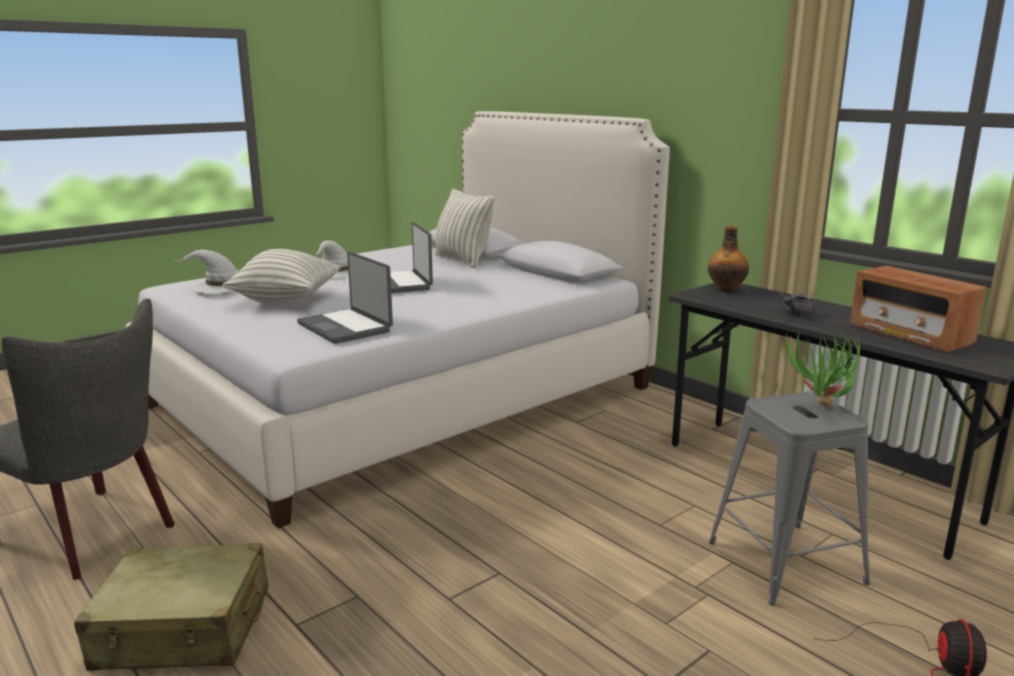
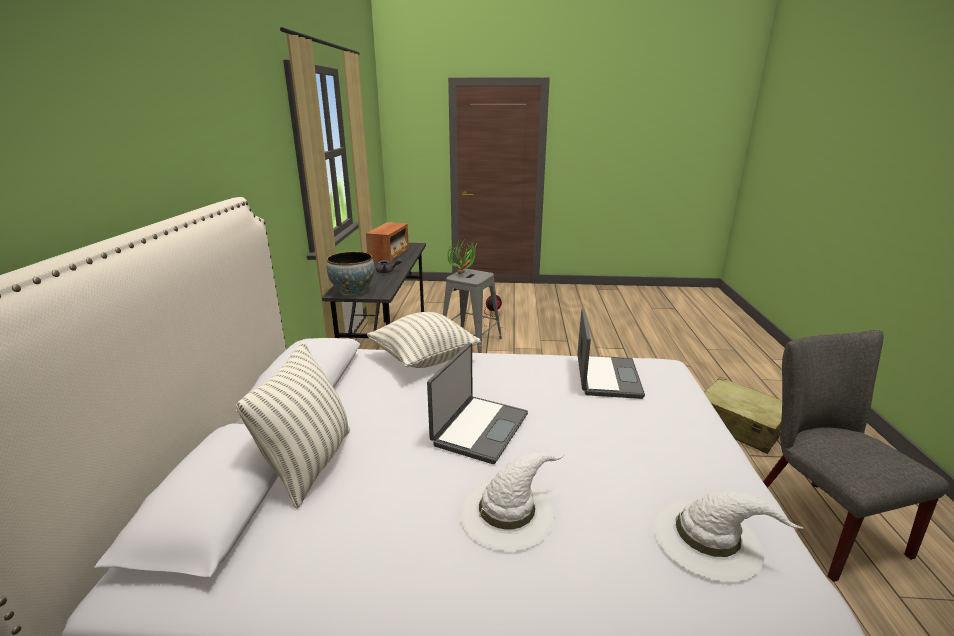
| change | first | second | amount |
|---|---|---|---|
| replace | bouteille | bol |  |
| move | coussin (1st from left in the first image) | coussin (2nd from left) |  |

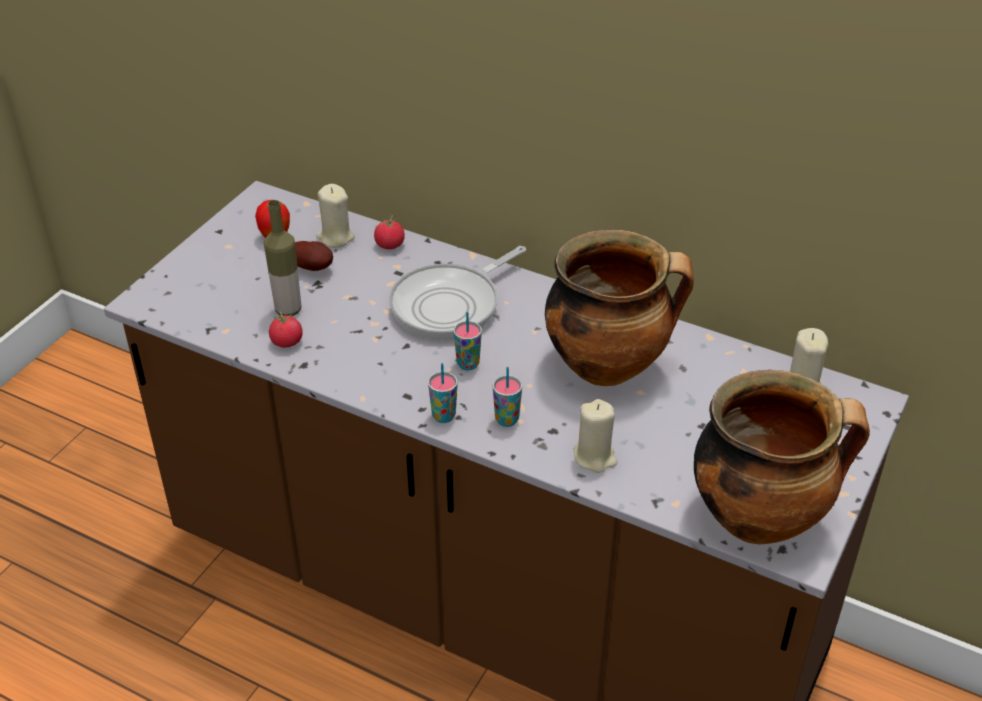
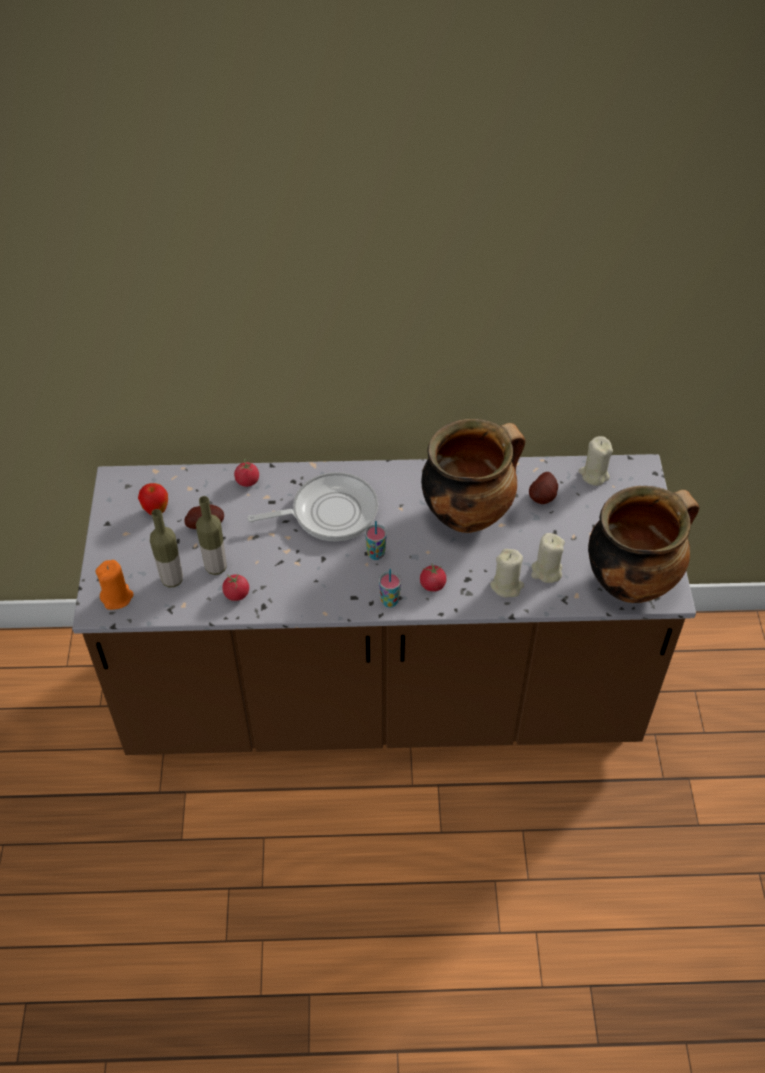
| change | first | second | amount |
|---|---|---|---|
| move | bougie/beige (1st from left in the first image) | bougie/beige (2nd from left) |  |
| rotate | poêle |  | 120 degrees counterclockwise |
| replace | tasse (3rd from left) | tomate (3rd from left) |  |
| insert |  | pomme de terre (2nd from left) |  |
| insert |  | bouteille (1st from left) |  |
| insert |  | bougie/orange |  |

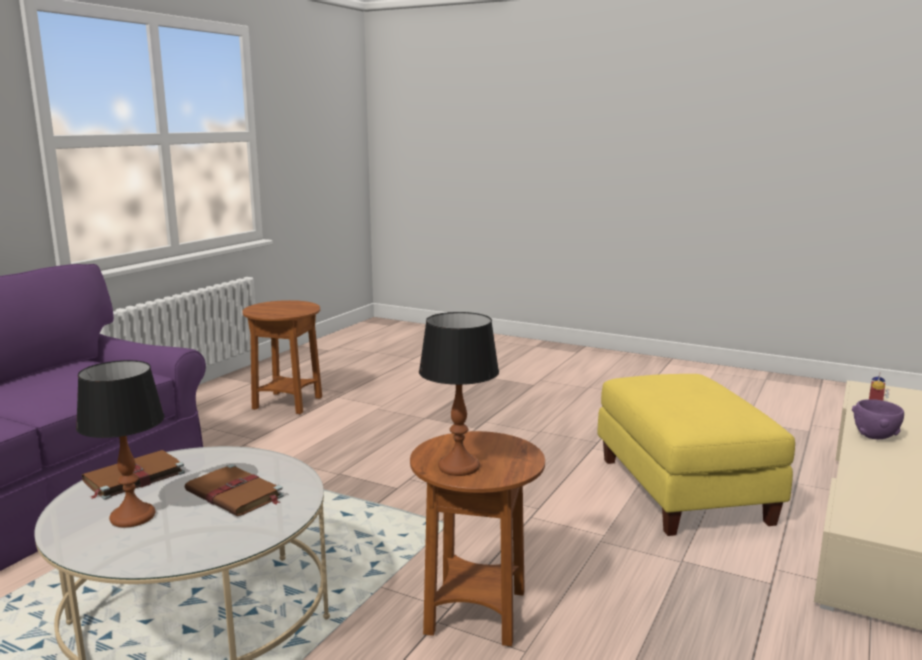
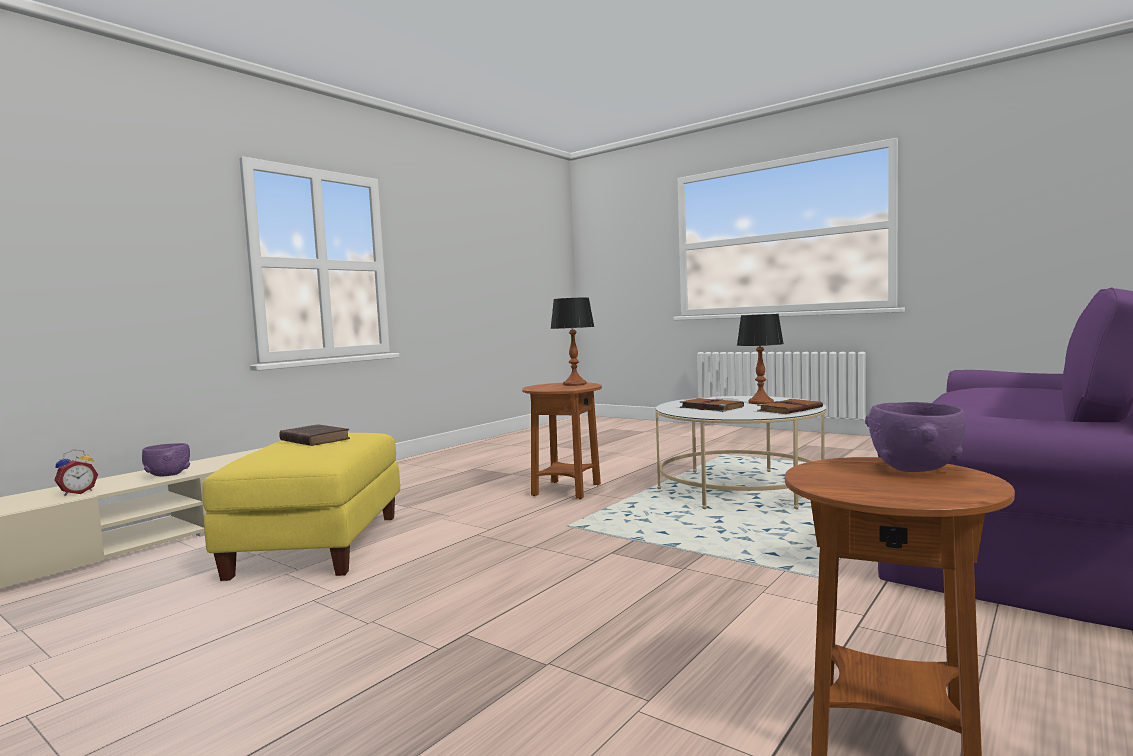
| change | first | second | amount |
|---|---|---|---|
| insert |  | bol/violet (2nd from left) |  |
| insert |  | livre/marron (1st from left) |  |

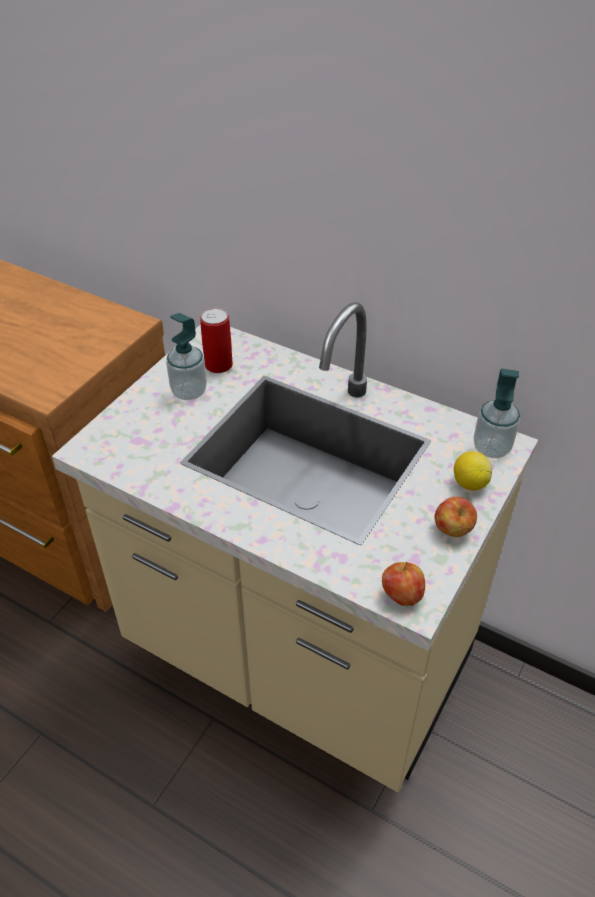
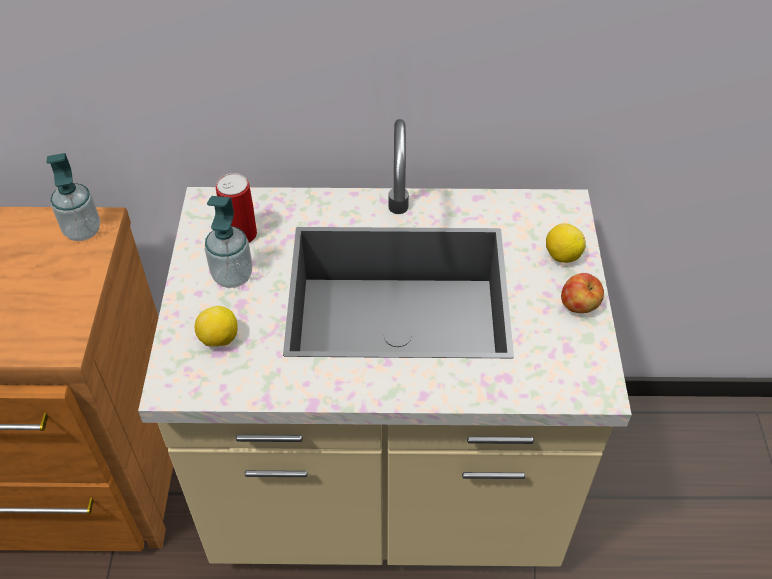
| change | first | second | amount |
|---|---|---|---|
| move | distributeur de savon (2nd from left in the first image) | distributeur de savon (1st from left) |  |
| delete | pomme (1st from left) |  |  |
| insert |  | citron (1st from left) |  |

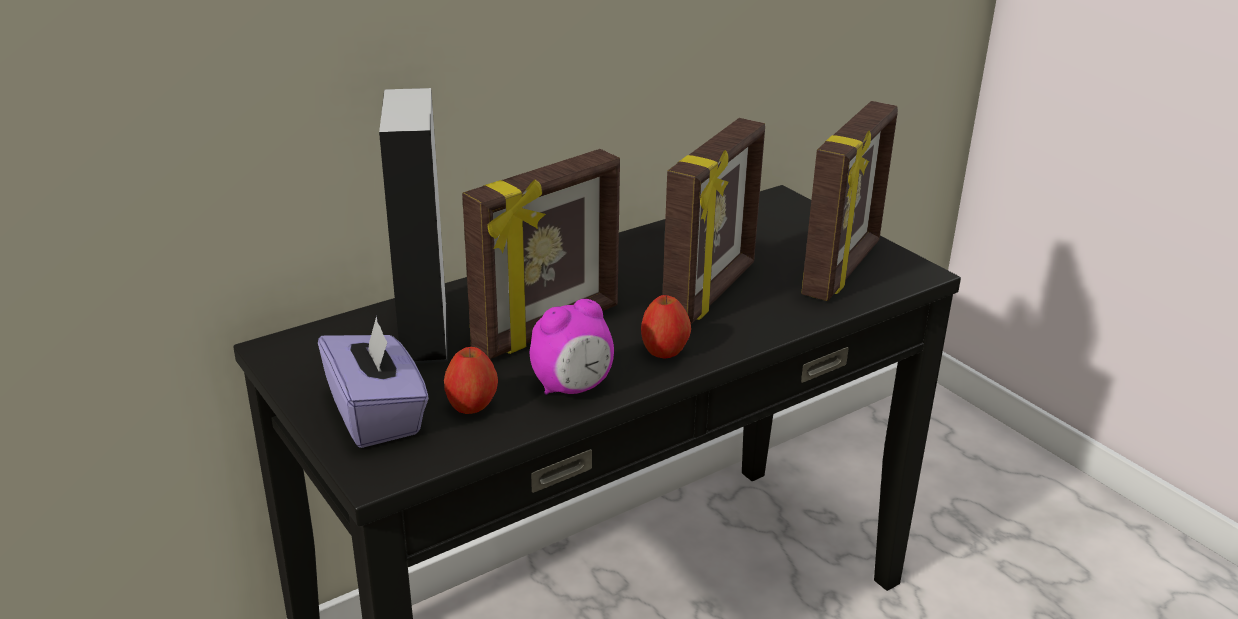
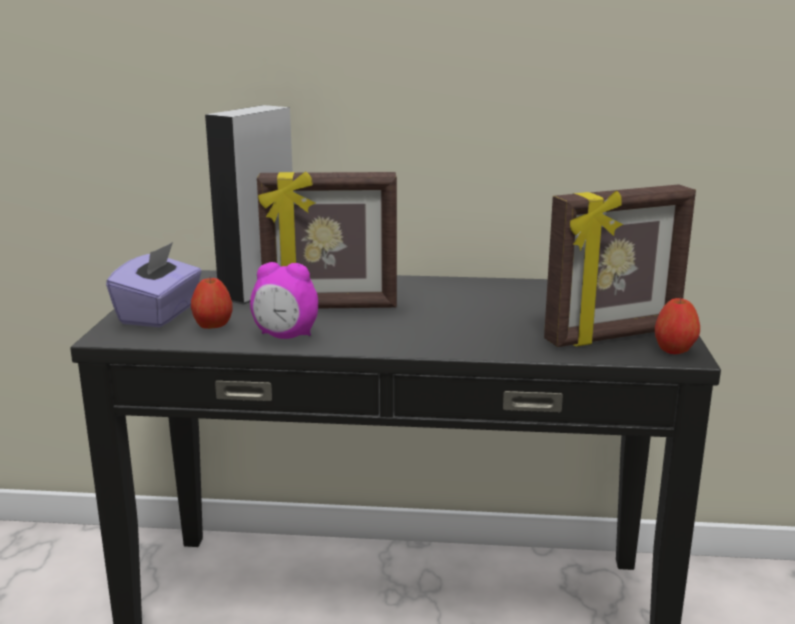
| change | first | second | amount |
|---|---|---|---|
| delete | cadre photo (2nd from left) |  |  |
| move | pomme (2nd from left) |  |  |

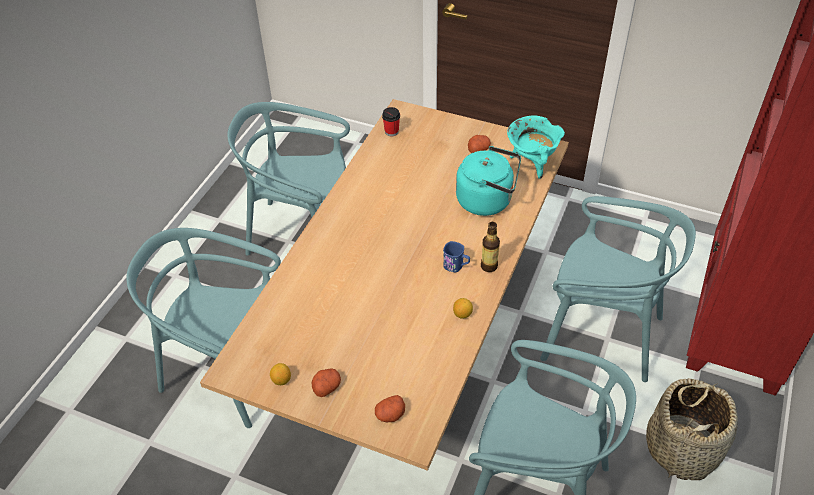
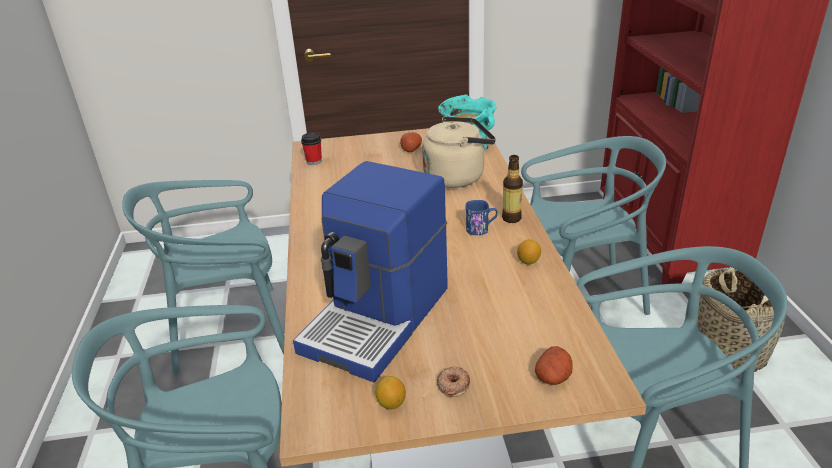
| change | first | second | amount |
|---|---|---|---|
| recolor | bouilloire/turquoise | bouilloire/beige |  |
| replace | pomme de terre (1st from left) | beignet |  |
| insert |  | machine à café |  |

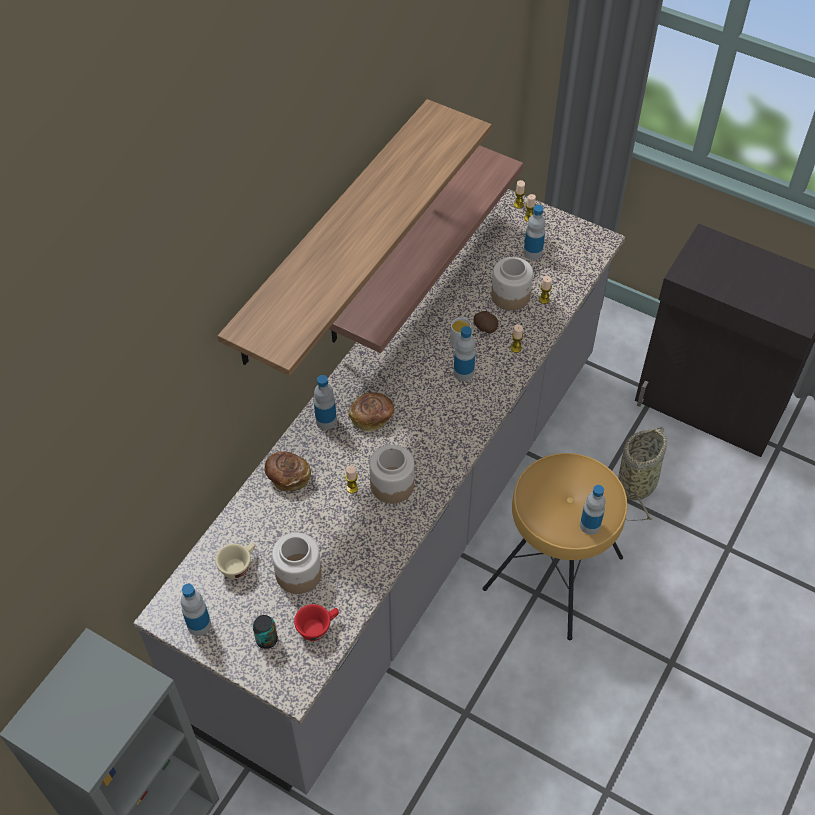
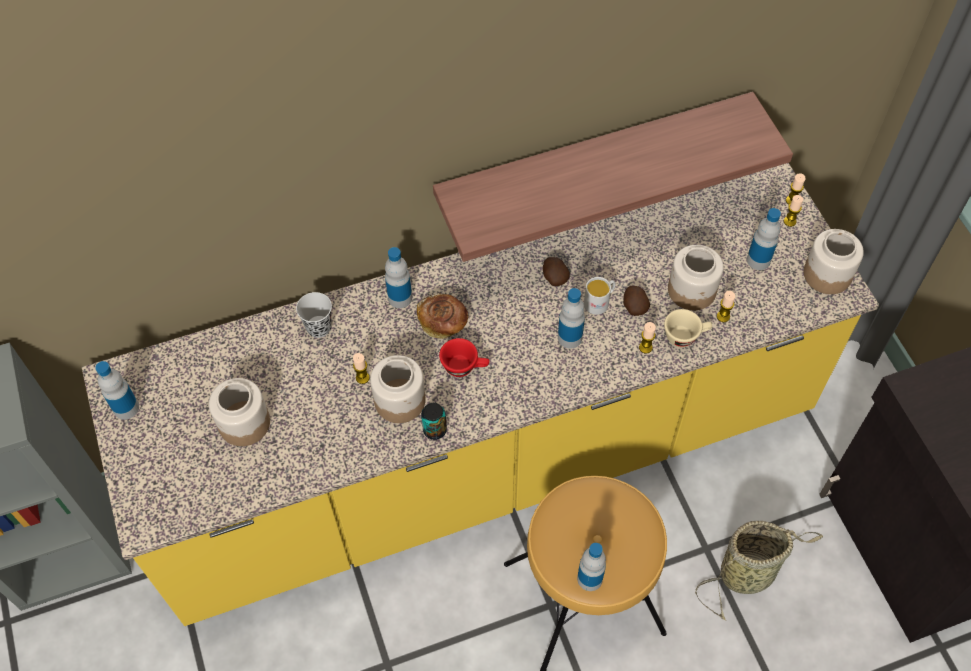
| change | first | second | amount |
|---|---|---|---|
| delete | étagère (1st from left) |  |  |
| recolor | comptoir de cuisine/gris | comptoir de cuisine/jaune |  |
| replace | pain (1st from left) | tasse/noir |  |
| move | tasse/beige |  |  |
| move | tasse/rouge |  |  |
| move | boîte métallique |  |  |
| insert |  | bocal (4th from left) |  |
| insert |  | pomme de terre (1st from left) |  |

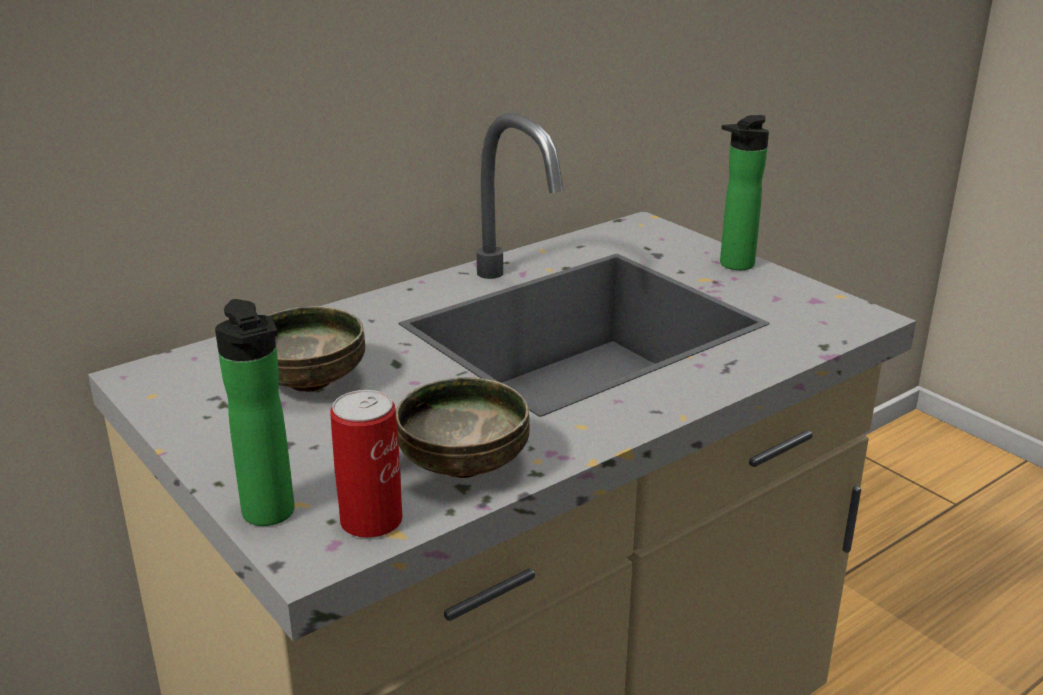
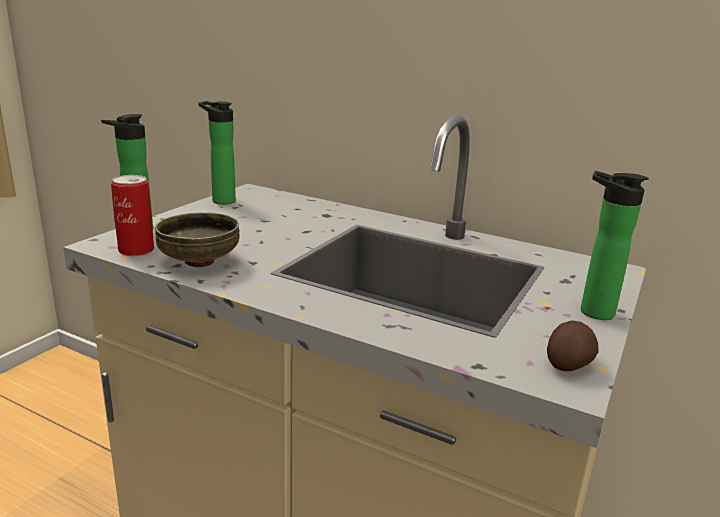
| change | first | second | amount |
|---|---|---|---|
| delete | bol (1st from left) |  |  |
| insert |  | bouteille (2nd from left) |  |
| insert |  | pomme de terre |  |

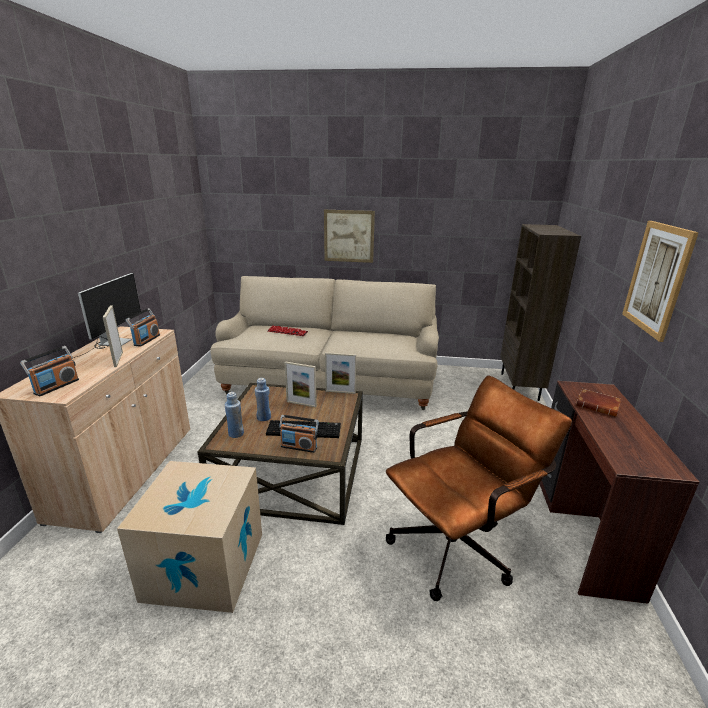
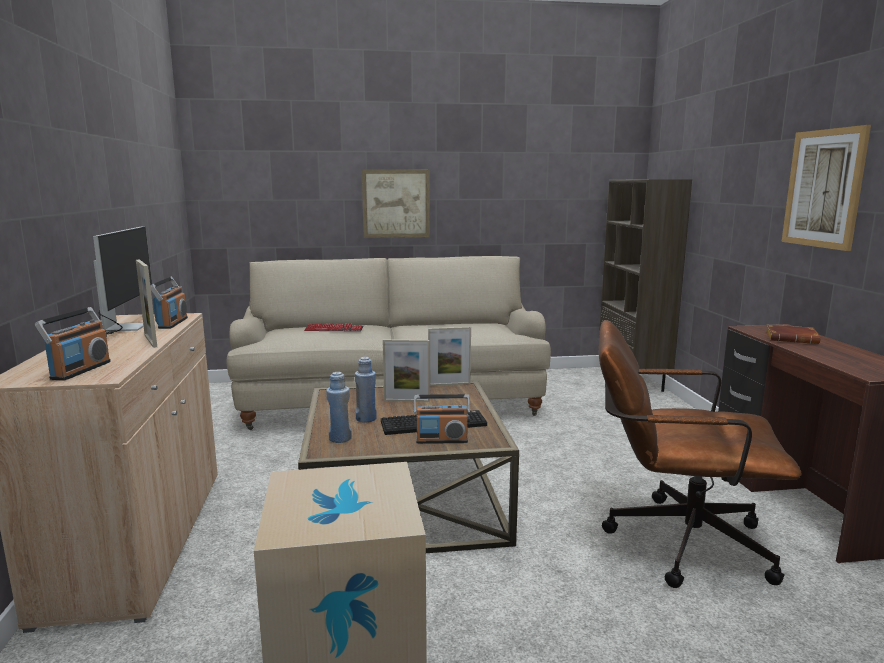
| change | first | second | amount |
|---|---|---|---|
| rotate | chaise de bureau/marron |  | 120 degrees counterclockwise |

